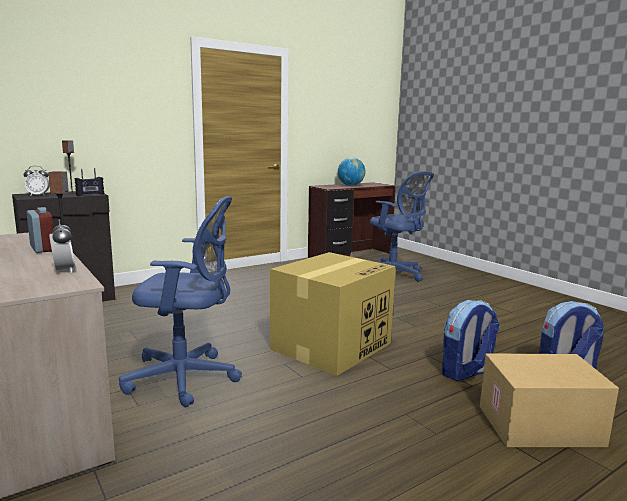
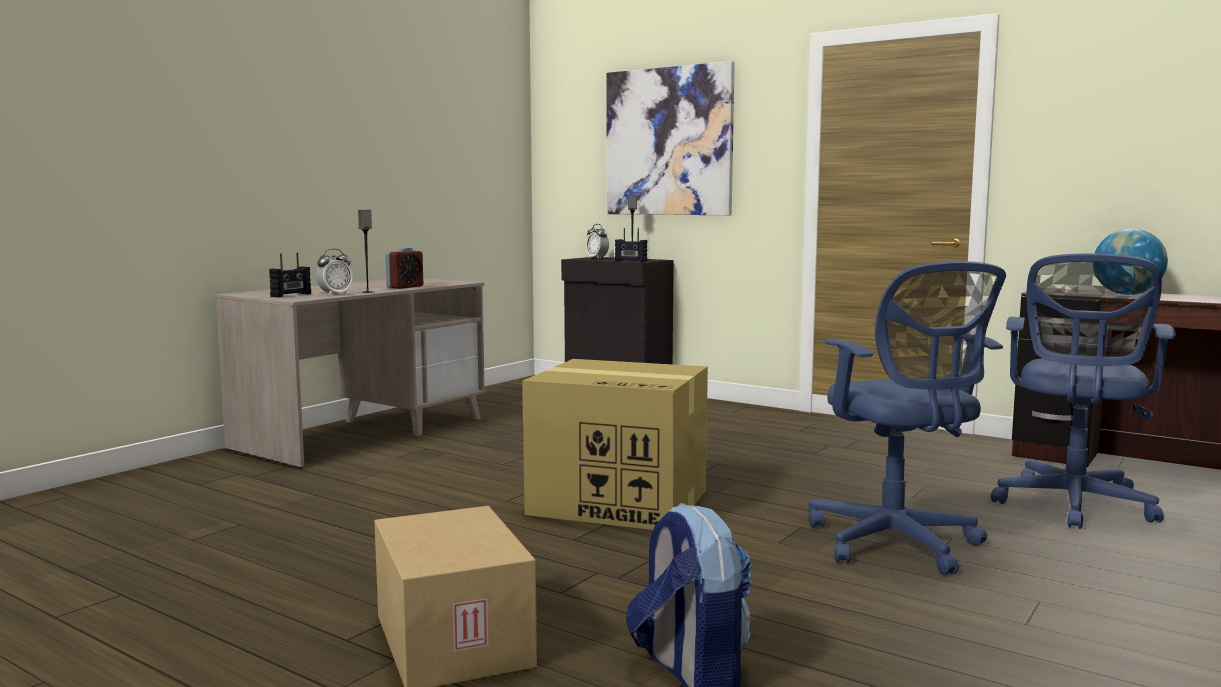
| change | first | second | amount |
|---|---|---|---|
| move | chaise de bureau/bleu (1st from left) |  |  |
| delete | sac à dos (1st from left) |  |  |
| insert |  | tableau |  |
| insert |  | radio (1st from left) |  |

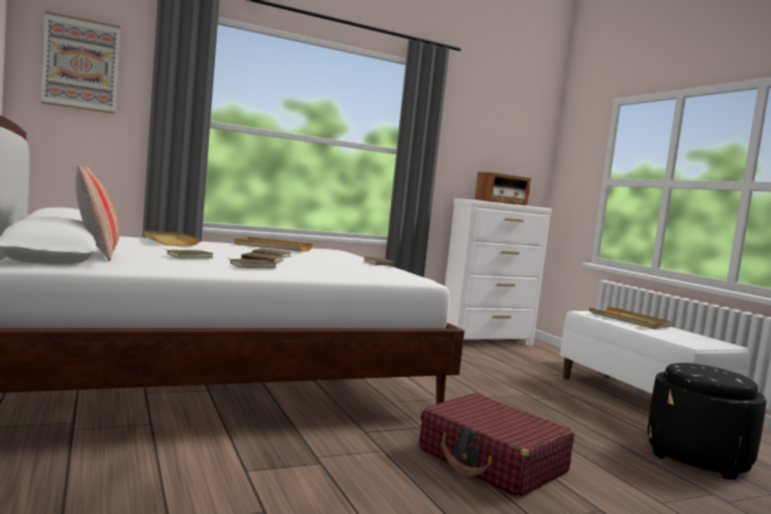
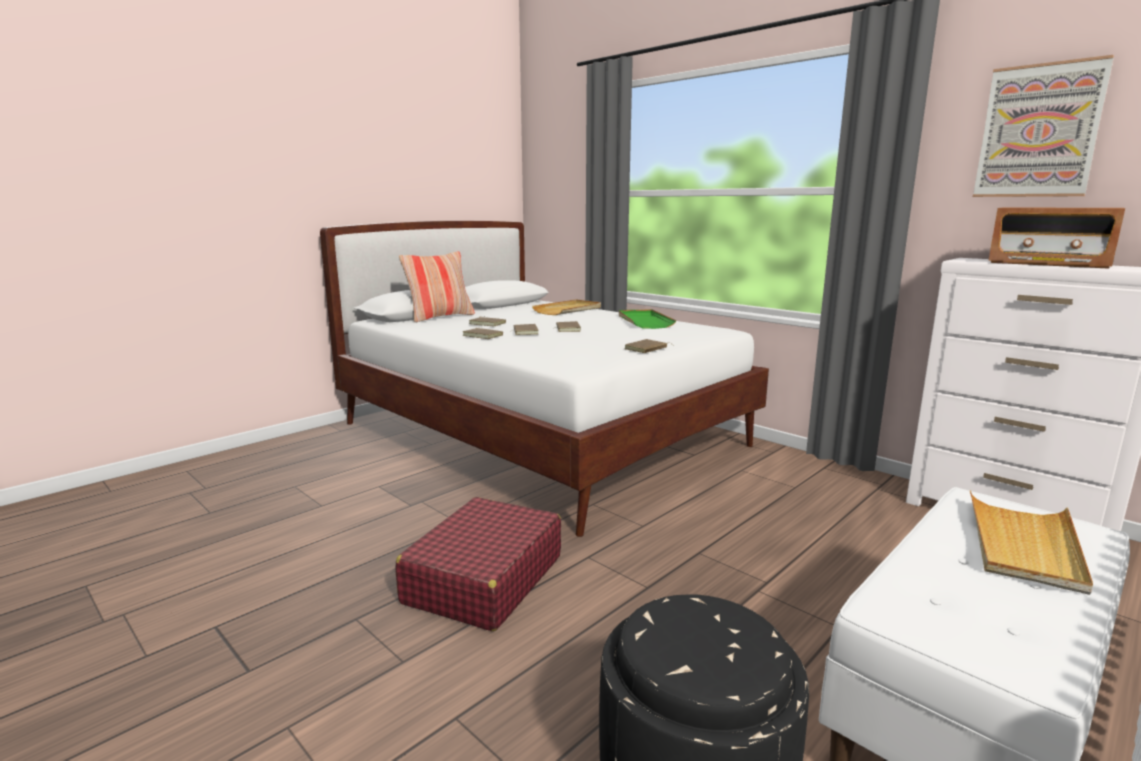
| change | first | second | amount |
|---|---|---|---|
| move | tableau |  |  |
| recolor | plateau/beige (2nd from left) | plateau/vert |  |

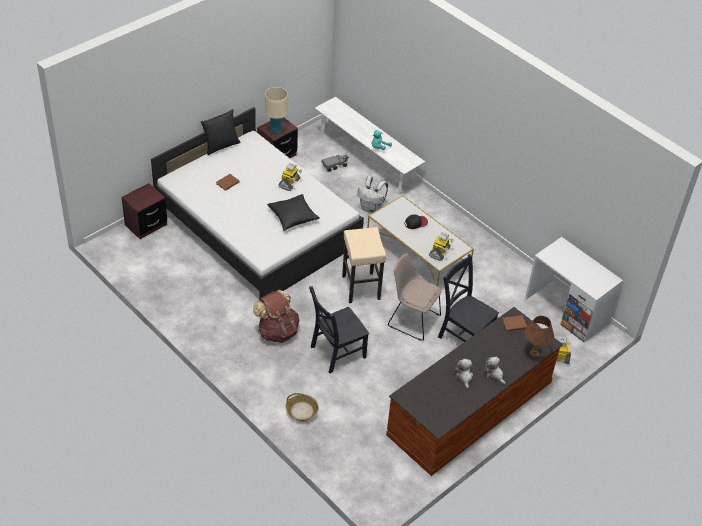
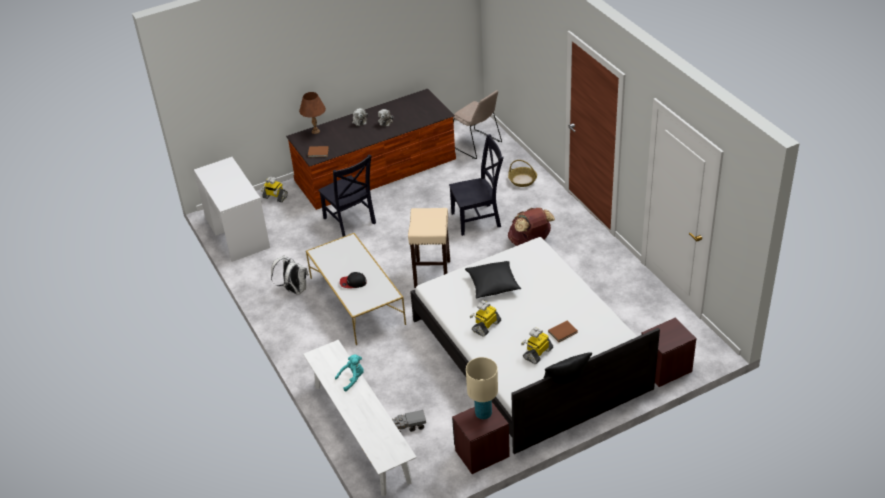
| change | first | second | amount |
|---|---|---|---|
| move | sac à dos/blanc |  |  |
| move | robot jouet (2nd from left in the first image) | robot jouet (3rd from left) |  |
| move | chaise/beige |  |  |

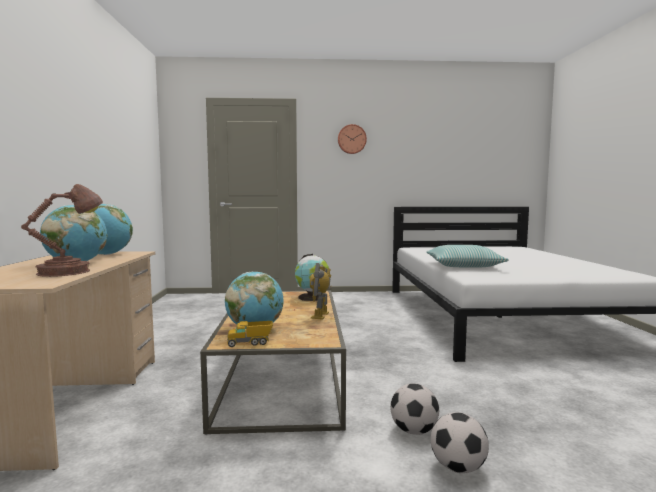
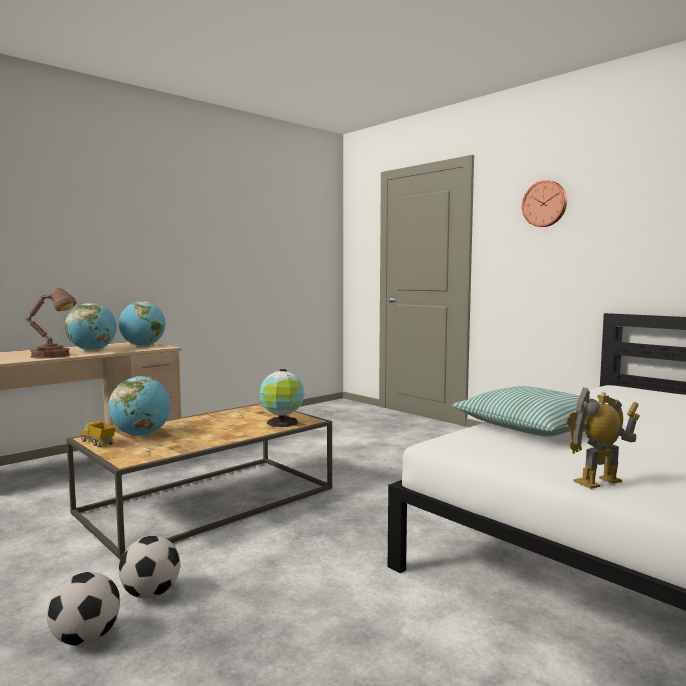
| change | first | second | amount |
|---|---|---|---|
| move | robot jouet |  |  |

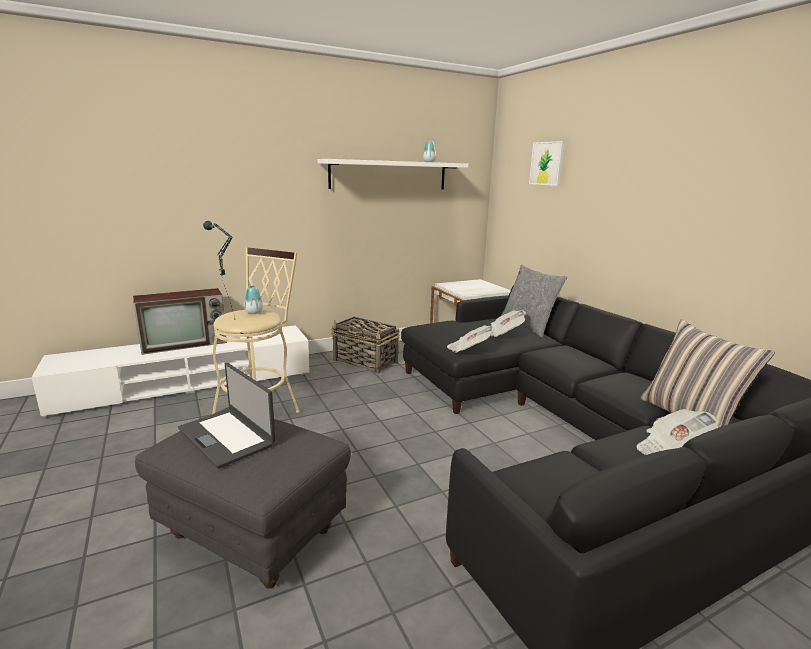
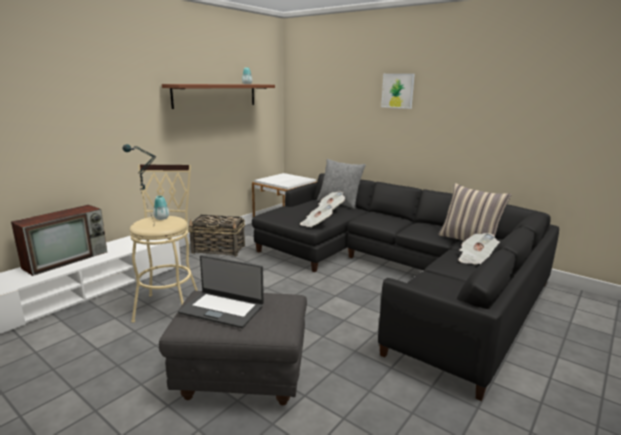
| change | first | second | amount |
|---|---|---|---|
| move | tableau |  |  |
| recolor | étagère/blanc | étagère/marron |  |

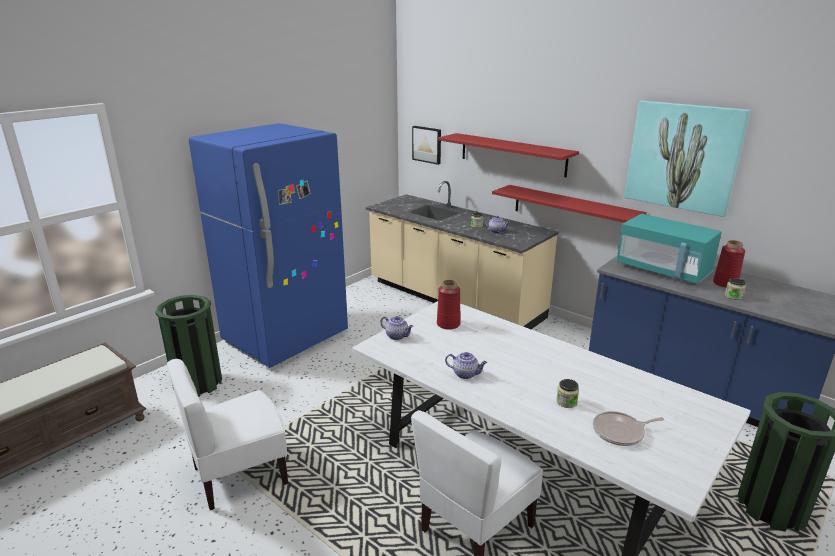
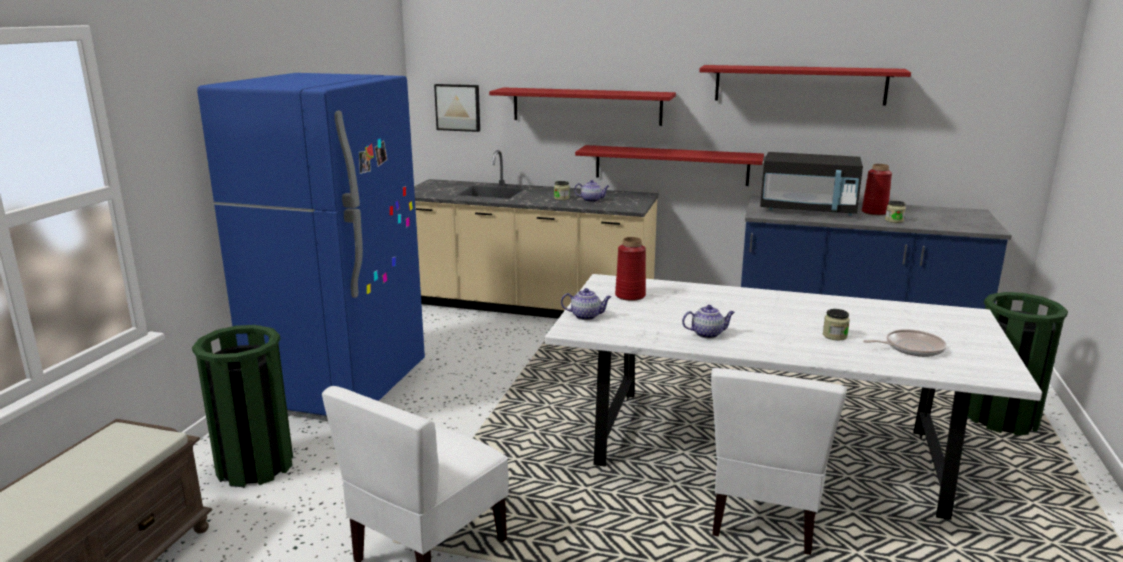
| change | first | second | amount |
|---|---|---|---|
| replace | tableau (2nd from left) | étagère/rouge (3rd from left) |  |
| recolor | micro-ondes/turquoise | micro-ondes/noir |  |
| rotate | poêle |  | 150 degrees counterclockwise |

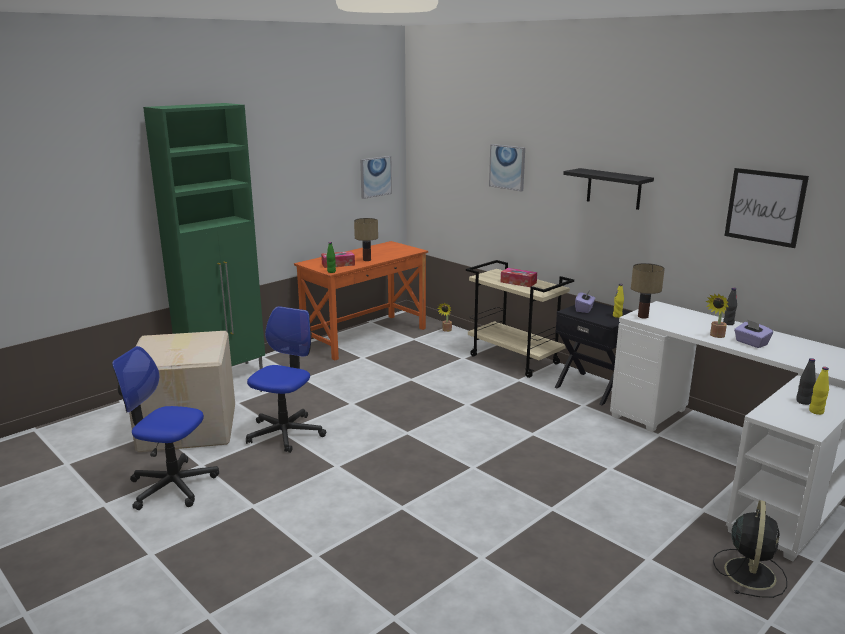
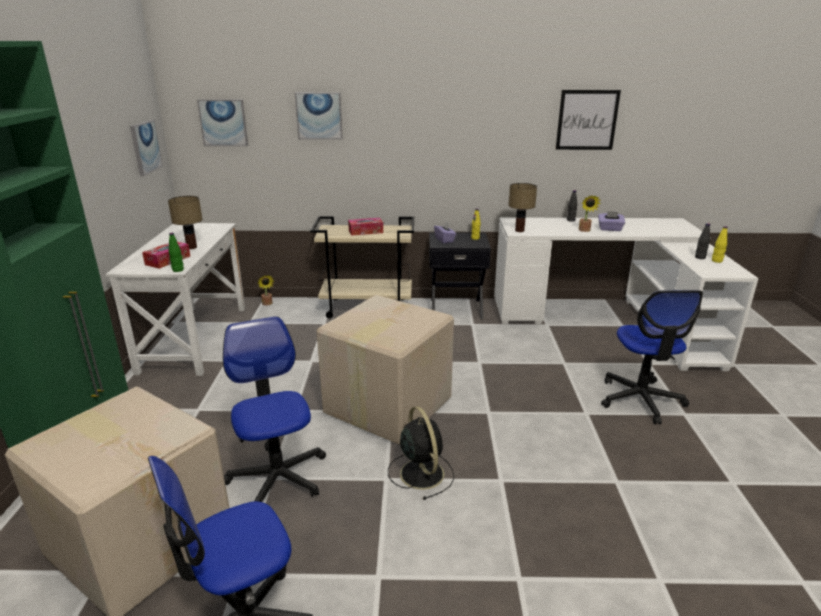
| change | first | second | amount |
|---|---|---|---|
| delete | étagère/noir |  |  |
| recolor | bureau/orange | bureau/blanc (1st from left) |  |
| move | ventilateur/noir |  |  |
| insert |  | tableau (2nd from left) |  |
| insert |  | chaise de bureau (3rd from left) |  |
| insert |  | carton (2nd from left) |  |

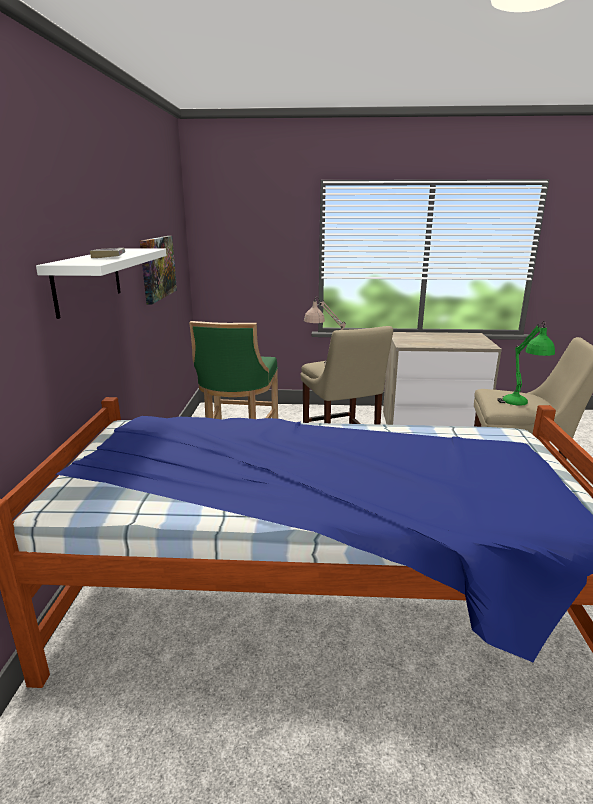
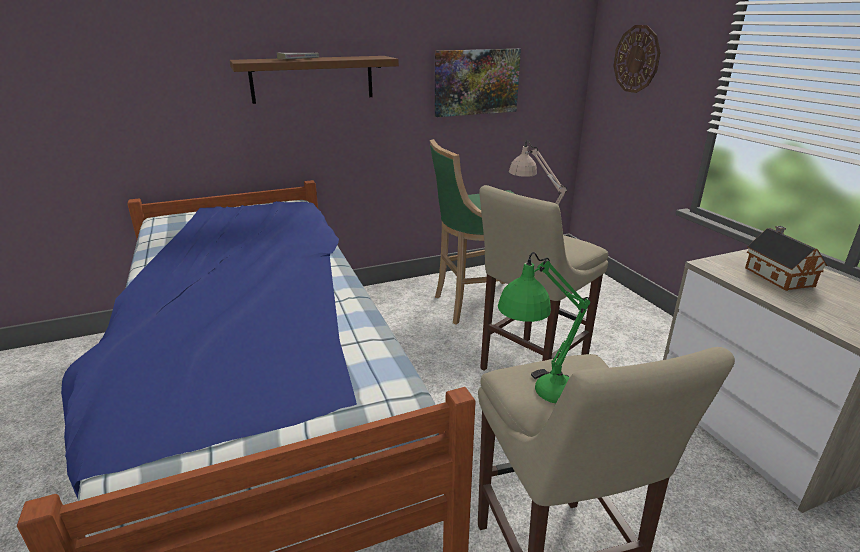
| change | first | second | amount |
|---|---|---|---|
| recolor | étagère/blanc | étagère/marron |  |
| insert |  | horloge murale |  |
| insert |  | maison miniature |  |

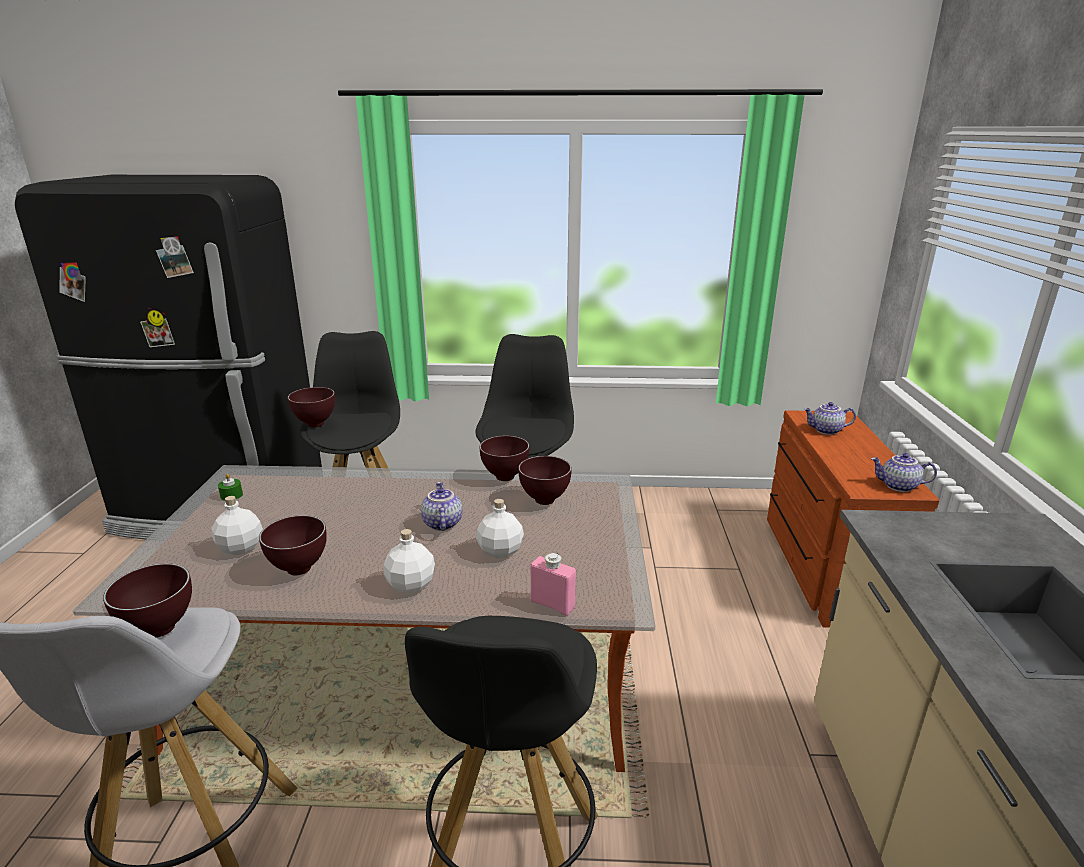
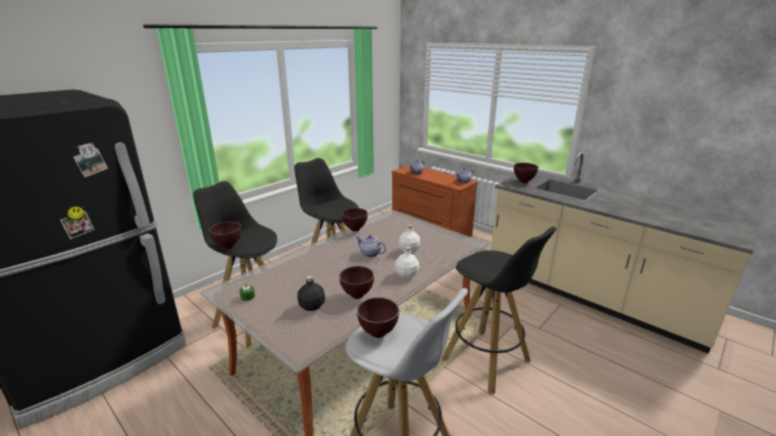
| change | first | second | amount |
|---|---|---|---|
| move | bol/marron (5th from left) |  |  |
| recolor | bouteille/blanc (1st from left) | bouteille/noir |  |
| delete | bouteille/rose |  |  |

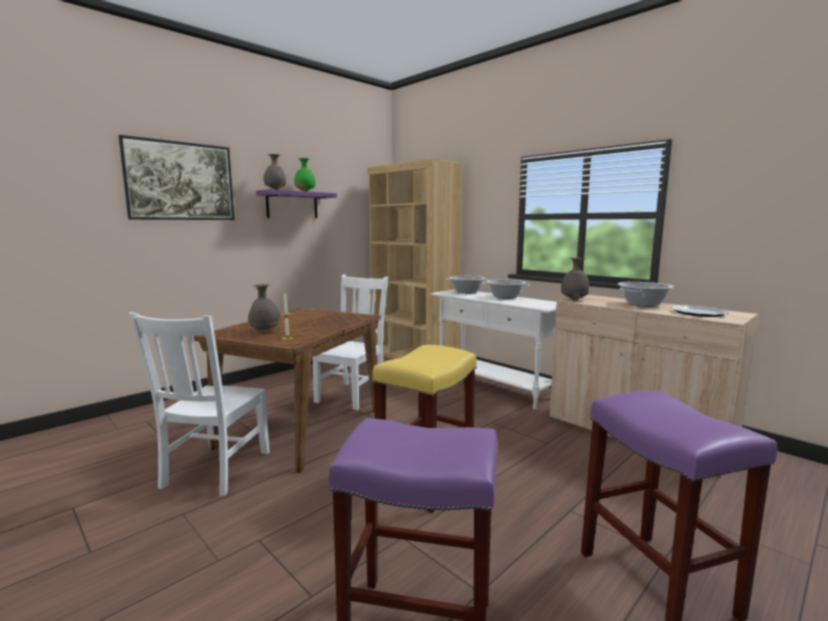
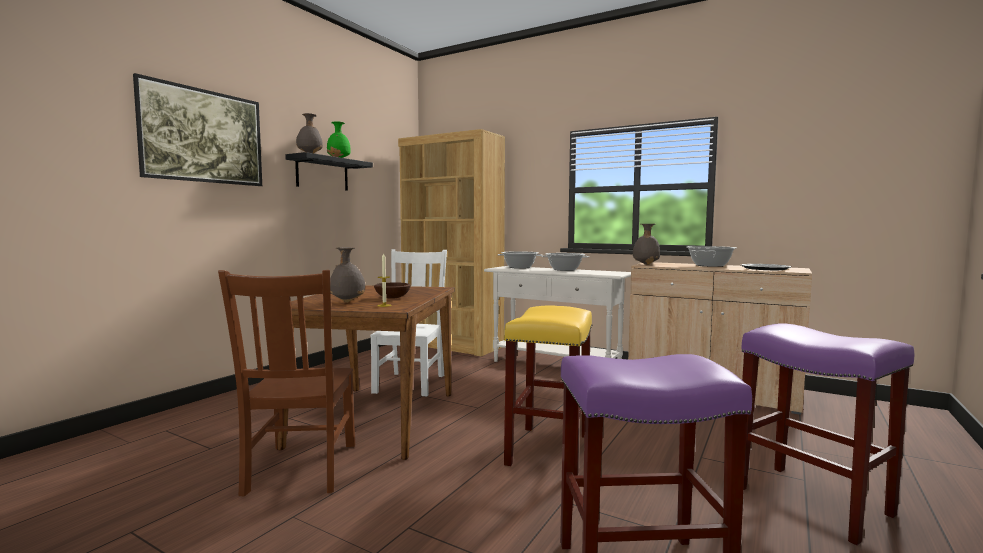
| change | first | second | amount |
|---|---|---|---|
| recolor | étagère/violet | étagère/noir |  |
| recolor | chaise/blanc (1st from left) | chaise/marron |  |
| insert |  | bol/marron |  |

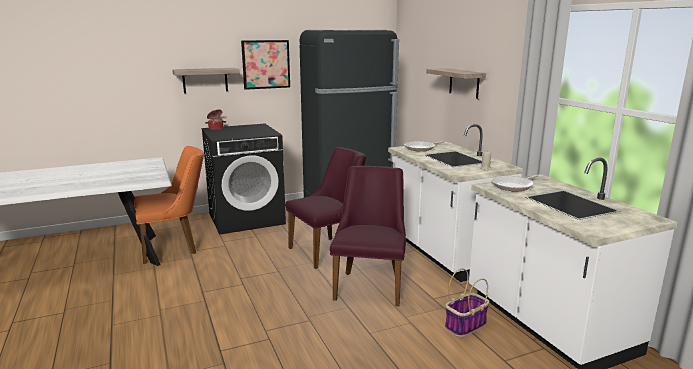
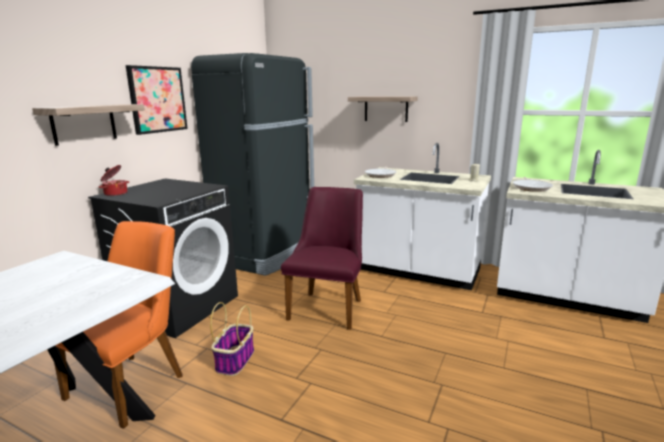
| change | first | second | amount |
|---|---|---|---|
| delete | chaise/violet (2nd from left) |  |  |
| move | panier |  |  |

